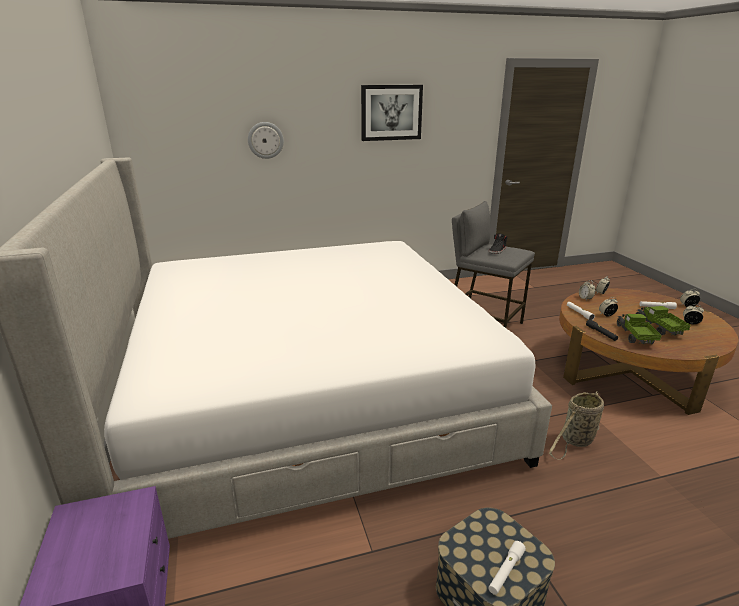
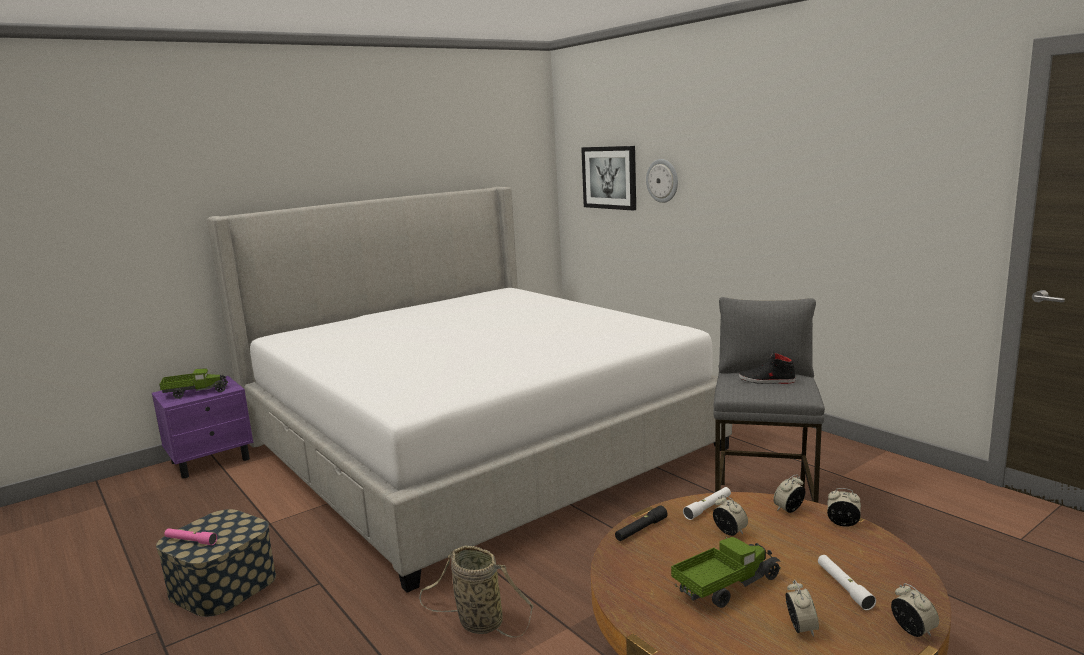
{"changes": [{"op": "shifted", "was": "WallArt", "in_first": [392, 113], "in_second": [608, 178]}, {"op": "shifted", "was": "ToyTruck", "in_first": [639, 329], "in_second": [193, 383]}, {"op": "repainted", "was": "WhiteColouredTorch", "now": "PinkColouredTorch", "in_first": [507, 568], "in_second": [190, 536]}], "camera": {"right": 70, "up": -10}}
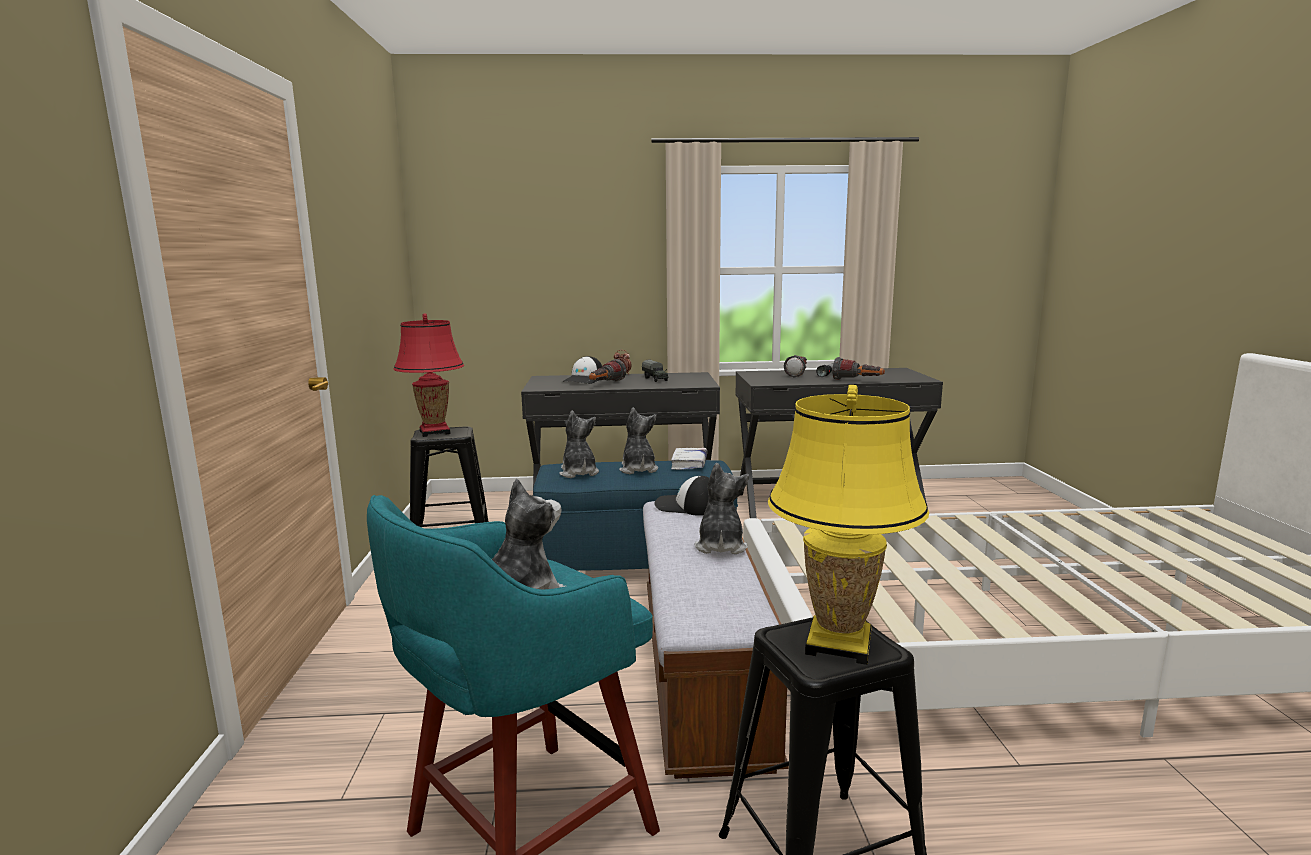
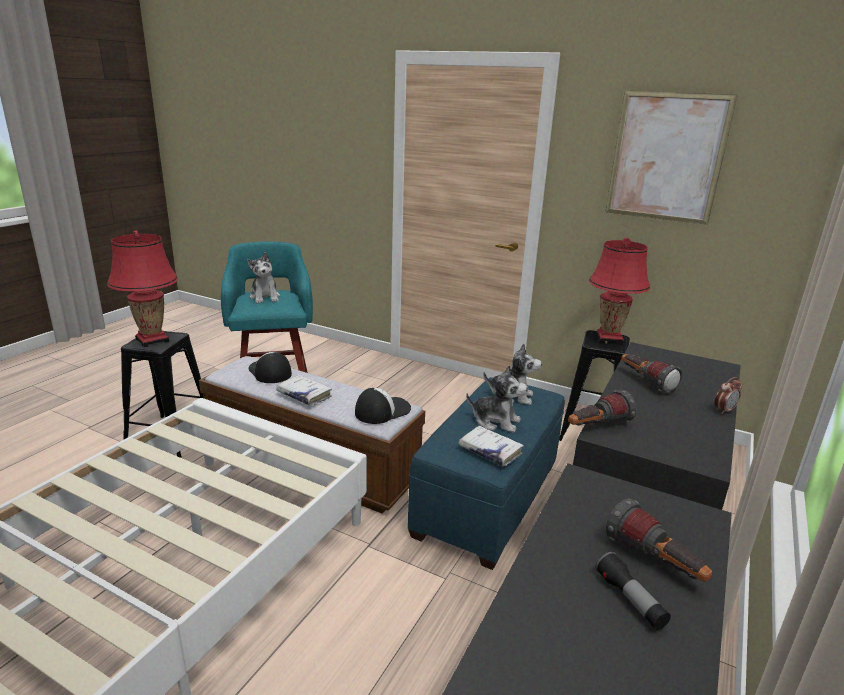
{"changes": [{"op": "gone", "was": "ToyTruck", "in_first": [655, 371]}, {"op": "new", "now": "WallArt", "in_second": [671, 158]}, {"op": "shifted", "was": "BaseballCap", "in_first": [582, 370], "in_second": [270, 367]}, {"op": "shifted", "was": "Torch", "in_first": [858, 368], "in_second": [602, 408]}, {"op": "swapped", "was": "SoftToy", "now": "WhiteColouredBook", "in_first": [721, 508], "in_second": [304, 390]}, {"op": "repainted", "was": "YellowColouredLampForATable", "now": "ReddishLampForATable", "in_first": [848, 525], "in_second": [142, 289]}], "camera": {"right": 120, "up": 10}}
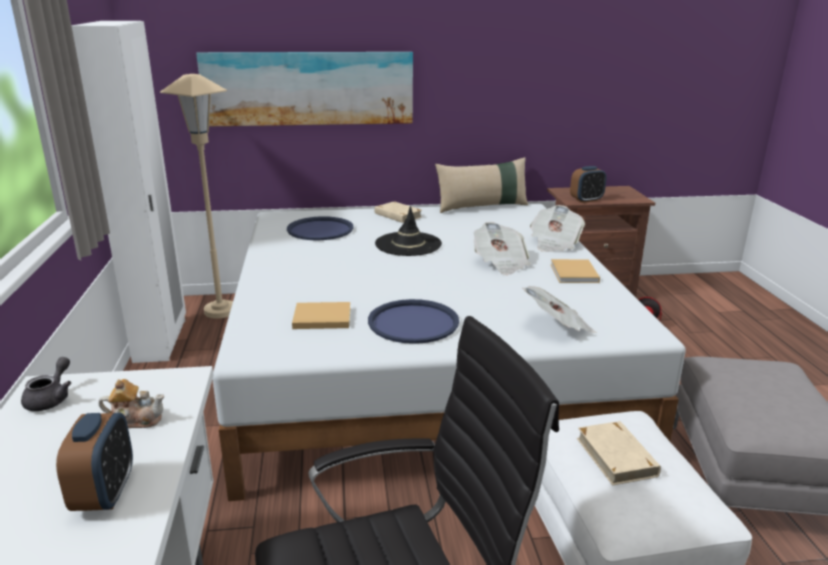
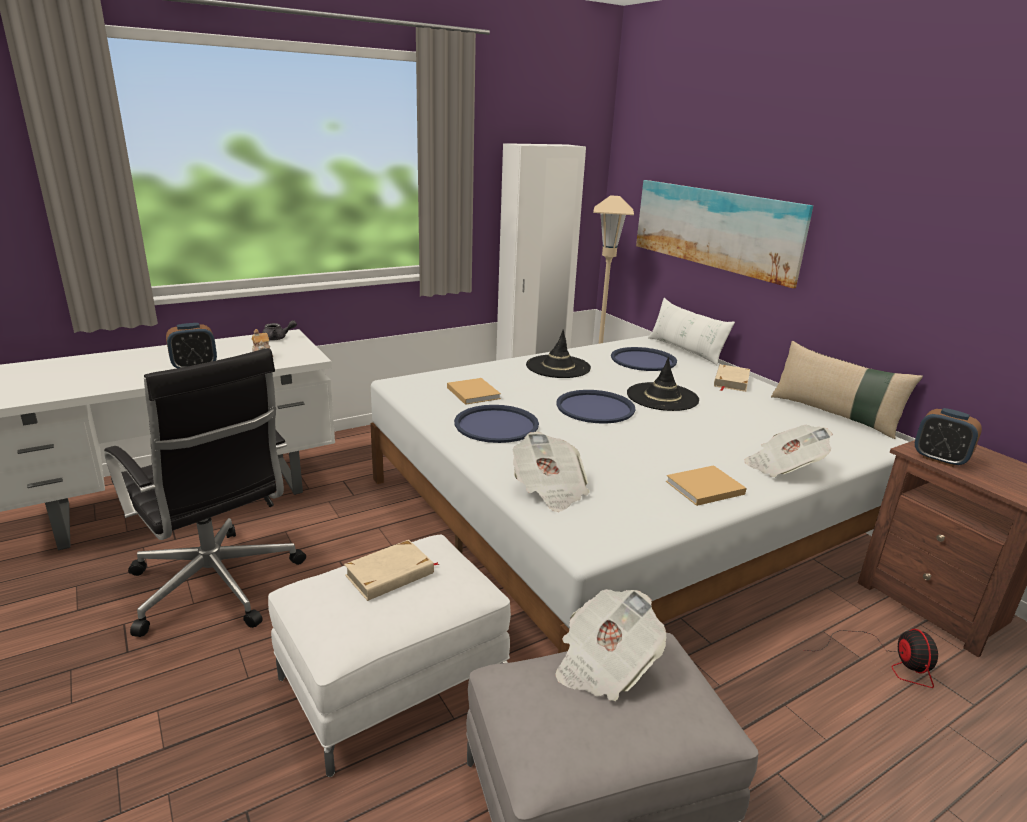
{"changes": [{"op": "new", "now": "BlackishWearableHat", "in_second": [558, 354]}, {"op": "new", "now": "BluishTray", "in_second": [596, 407]}, {"op": "new", "now": "WhiteColouredPillow", "in_second": [691, 331]}, {"op": "shifted", "was": "Newspaper", "in_first": [501, 248], "in_second": [610, 645]}], "camera": {"right": 65, "up": 0}}
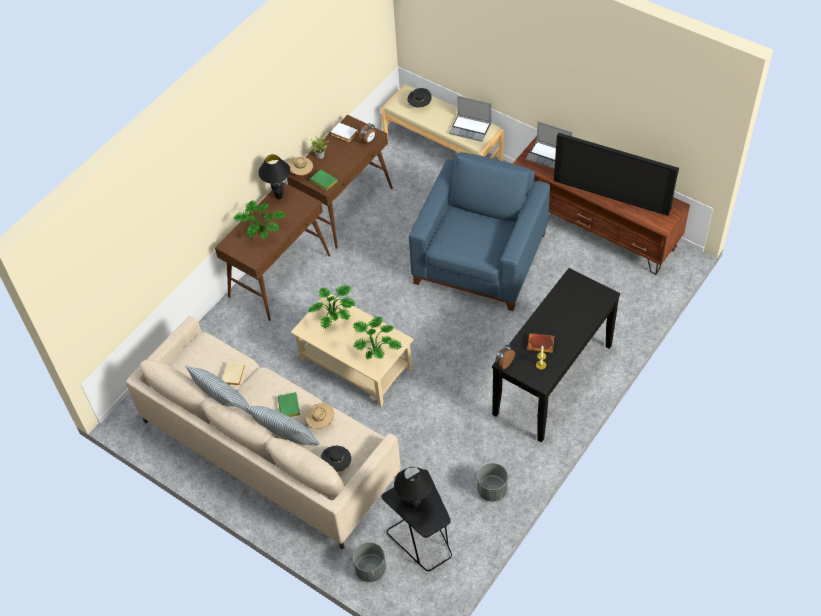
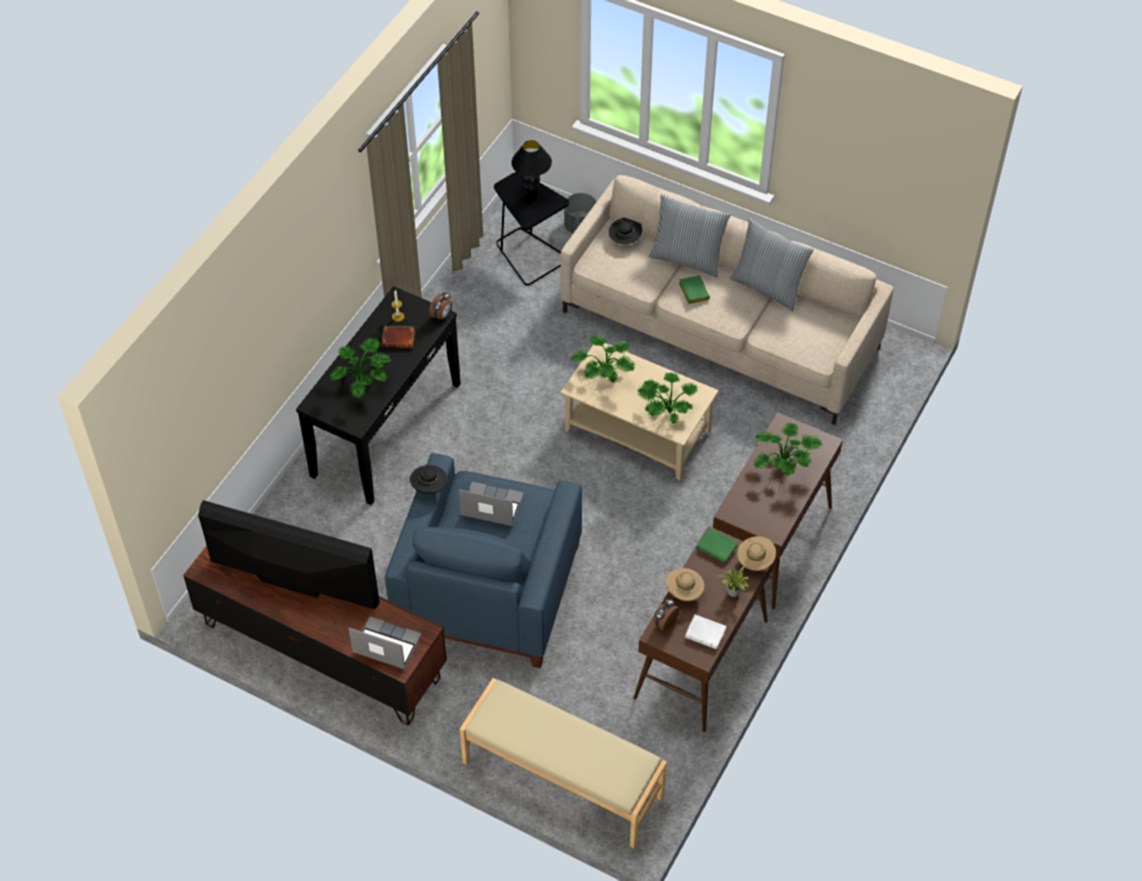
{"changes": [{"op": "gone", "was": "BeigeColouredBook", "in_first": [233, 374]}, {"op": "gone", "was": "BlackishLampForATable", "in_first": [274, 176]}, {"op": "gone", "was": "GrayFlowerPot", "in_first": [492, 482]}, {"op": "new", "now": "Houseplant", "in_second": [360, 368]}, {"op": "shifted", "was": "BeigeColouredWearableHat", "in_first": [319, 416], "in_second": [685, 584]}, {"op": "shifted", "was": "BlackishWearableHat", "in_first": [420, 98], "in_second": [429, 479]}, {"op": "shifted", "was": "Laptop", "in_first": [470, 119], "in_second": [491, 504]}], "camera": {"right": 170, "up": 0}}
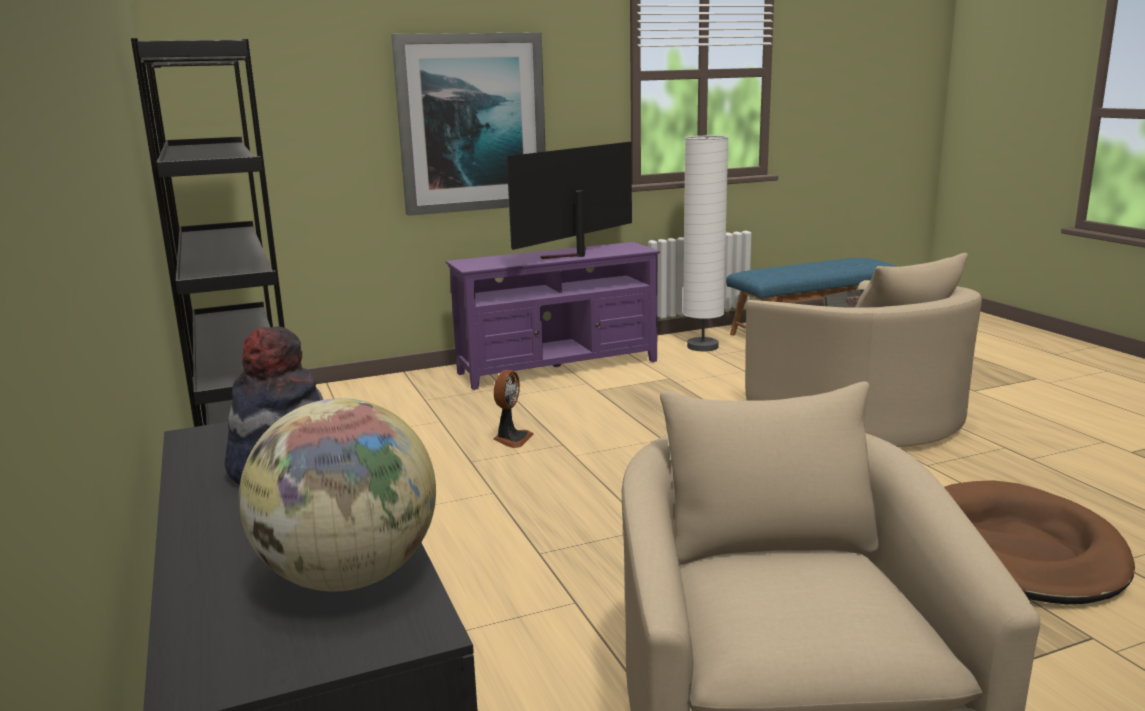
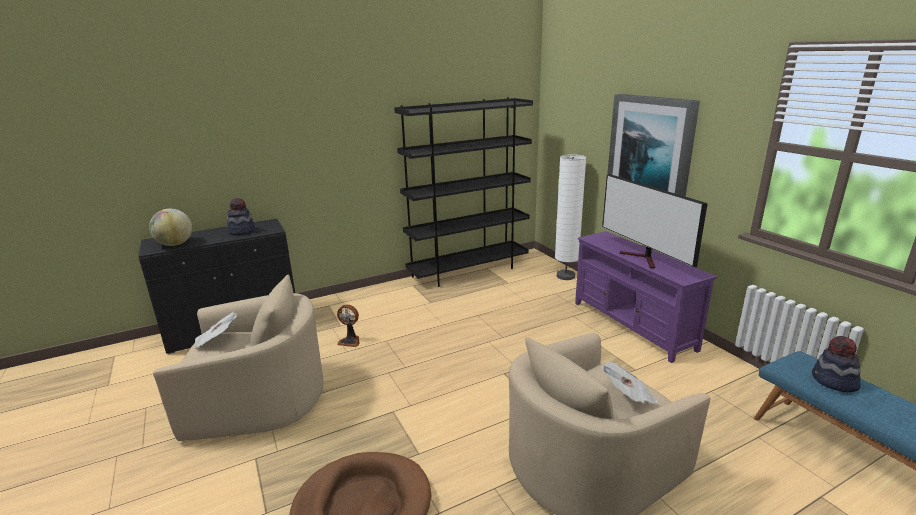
{"changes": [{"op": "new", "now": "Newspaper", "in_second": [216, 330]}, {"op": "new", "now": "WearableHat", "in_second": [836, 364]}, {"op": "shifted", "was": "Fan", "in_first": [513, 409], "in_second": [348, 325]}, {"op": "shifted", "was": "WhiteColouredStandardLamp", "in_first": [706, 243], "in_second": [570, 217]}, {"op": "rotated", "was": "TvSet", "in_first": [569, 200], "in_second": [655, 221], "clockwise": -150}], "camera": {"right": 85, "up": 5}}
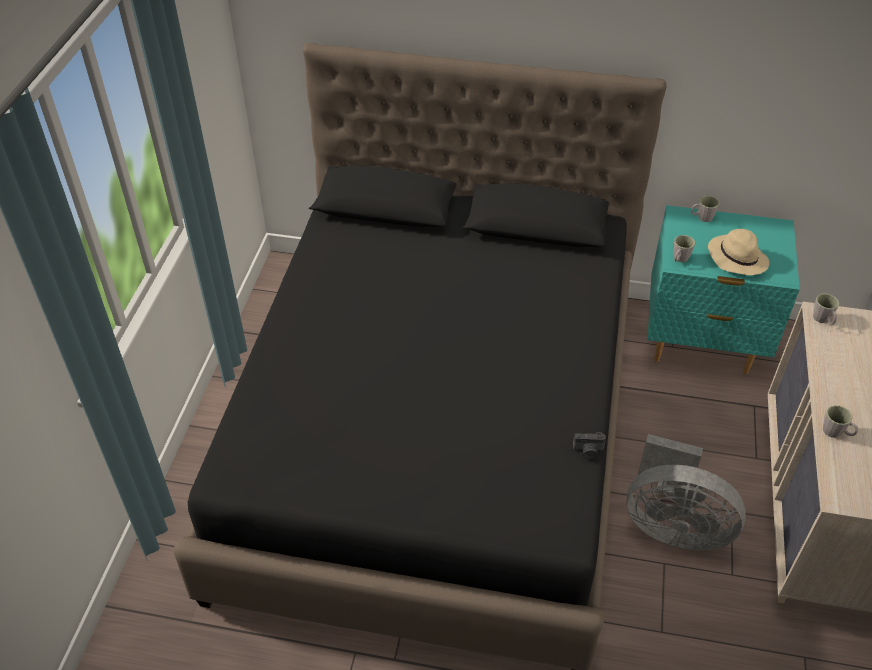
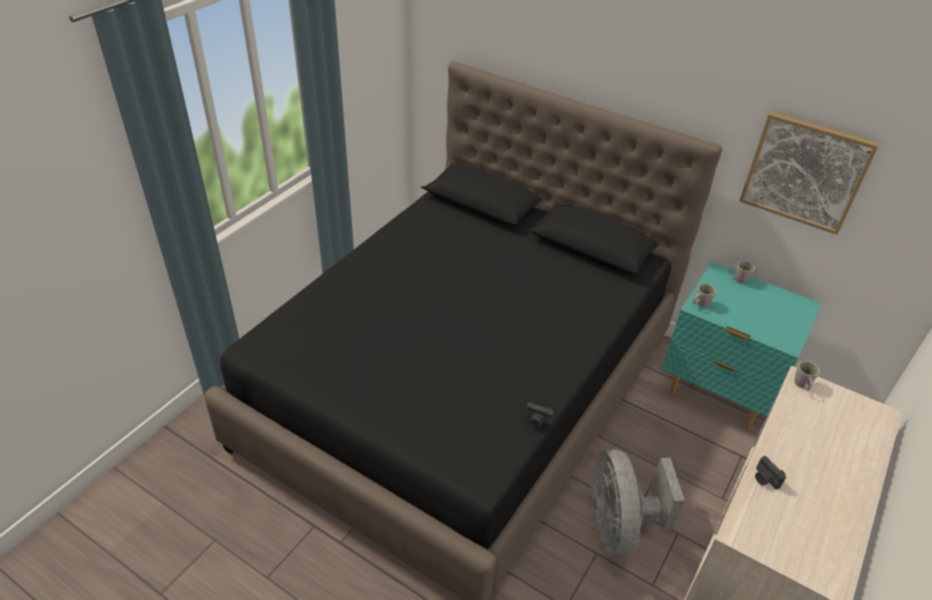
{"changes": [{"op": "gone", "was": "BeigeColouredWearableHat", "in_first": [738, 252]}, {"op": "new", "now": "WallArt", "in_second": [809, 173]}, {"op": "swapped", "was": "GrayTeaMug", "now": "StillCamera", "in_first": [840, 421], "in_second": [770, 473]}, {"op": "rotated", "was": "GrayFan", "in_first": [686, 492], "in_second": [638, 503], "clockwise": 45}], "camera": {"right": 20, "up": -5}}
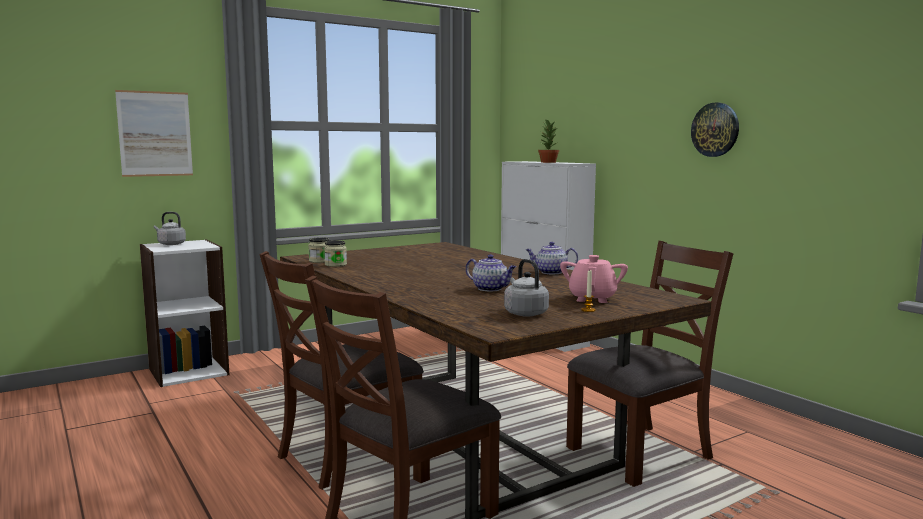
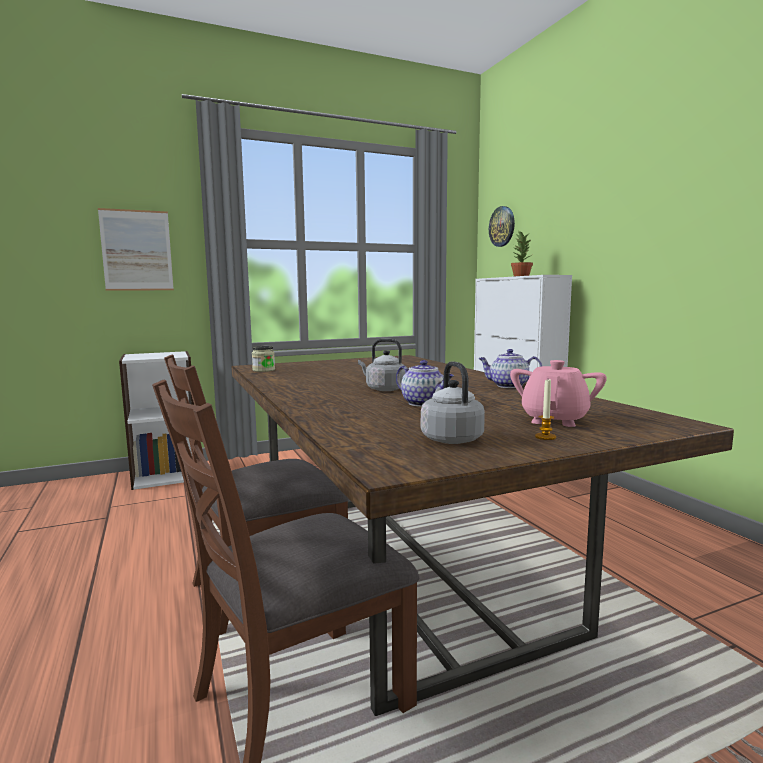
{"changes": [{"op": "gone", "was": "PreserveJar", "in_first": [335, 253]}, {"op": "gone", "was": "BrownPlainChair", "in_first": [649, 364]}, {"op": "shifted", "was": "GrayWaterKettle", "in_first": [170, 228], "in_second": [382, 365]}, {"op": "shifted", "was": "ClockOnTheWall", "in_first": [715, 129], "in_second": [502, 226]}], "camera": {"right": 10, "up": 0}}
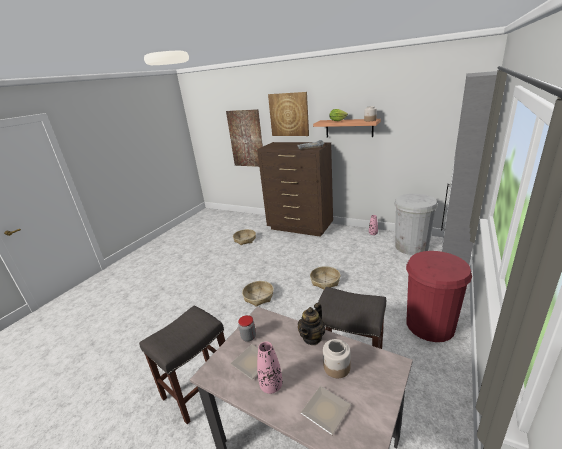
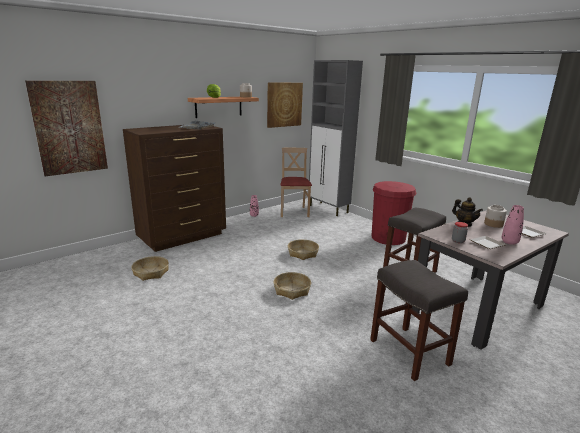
{"changes": [{"op": "shifted", "was": "WallArt", "in_first": [288, 114], "in_second": [285, 105]}, {"op": "swapped", "was": "WhiteColouredRubbishBin", "now": "BeigeColouredPlainChair", "in_first": [416, 224], "in_second": [296, 182]}], "camera": {"right": -70, "up": -5}}
